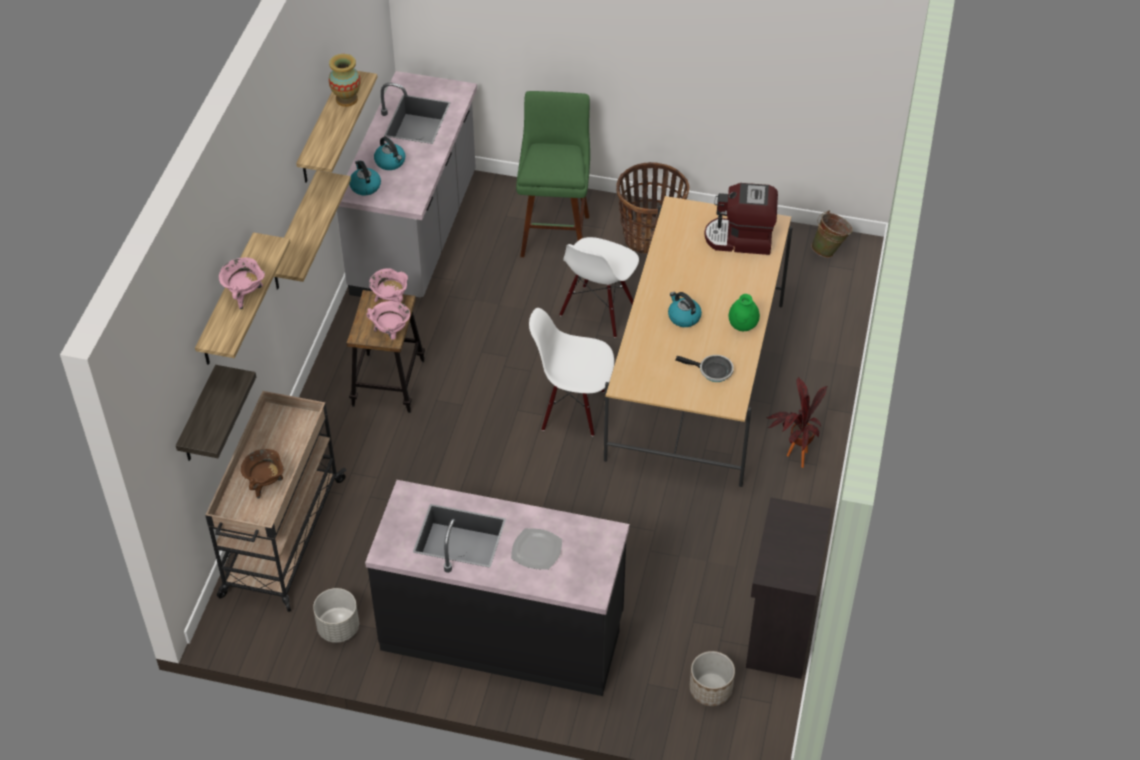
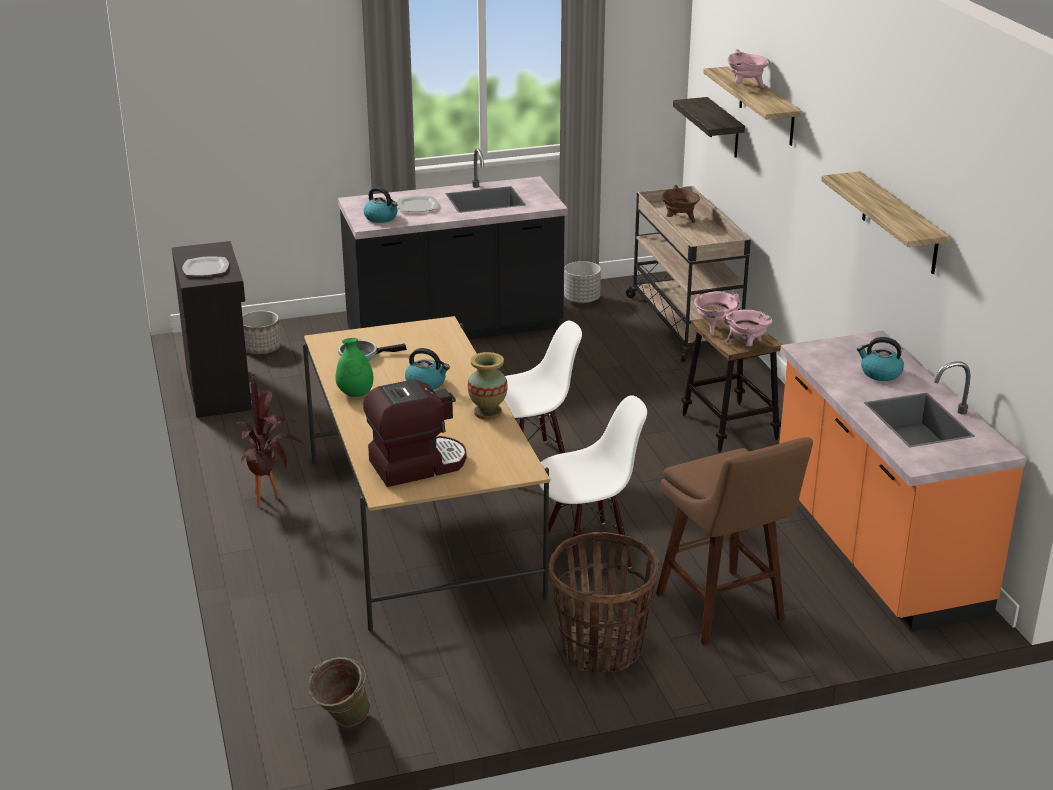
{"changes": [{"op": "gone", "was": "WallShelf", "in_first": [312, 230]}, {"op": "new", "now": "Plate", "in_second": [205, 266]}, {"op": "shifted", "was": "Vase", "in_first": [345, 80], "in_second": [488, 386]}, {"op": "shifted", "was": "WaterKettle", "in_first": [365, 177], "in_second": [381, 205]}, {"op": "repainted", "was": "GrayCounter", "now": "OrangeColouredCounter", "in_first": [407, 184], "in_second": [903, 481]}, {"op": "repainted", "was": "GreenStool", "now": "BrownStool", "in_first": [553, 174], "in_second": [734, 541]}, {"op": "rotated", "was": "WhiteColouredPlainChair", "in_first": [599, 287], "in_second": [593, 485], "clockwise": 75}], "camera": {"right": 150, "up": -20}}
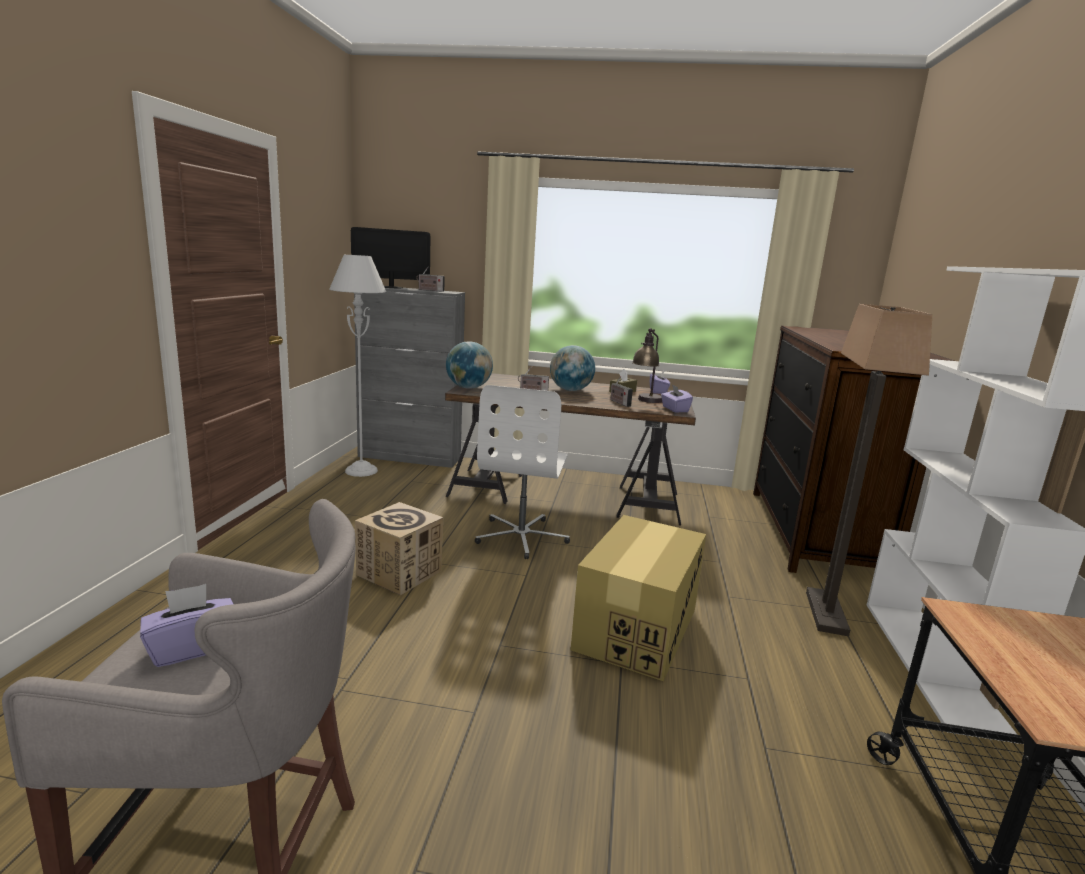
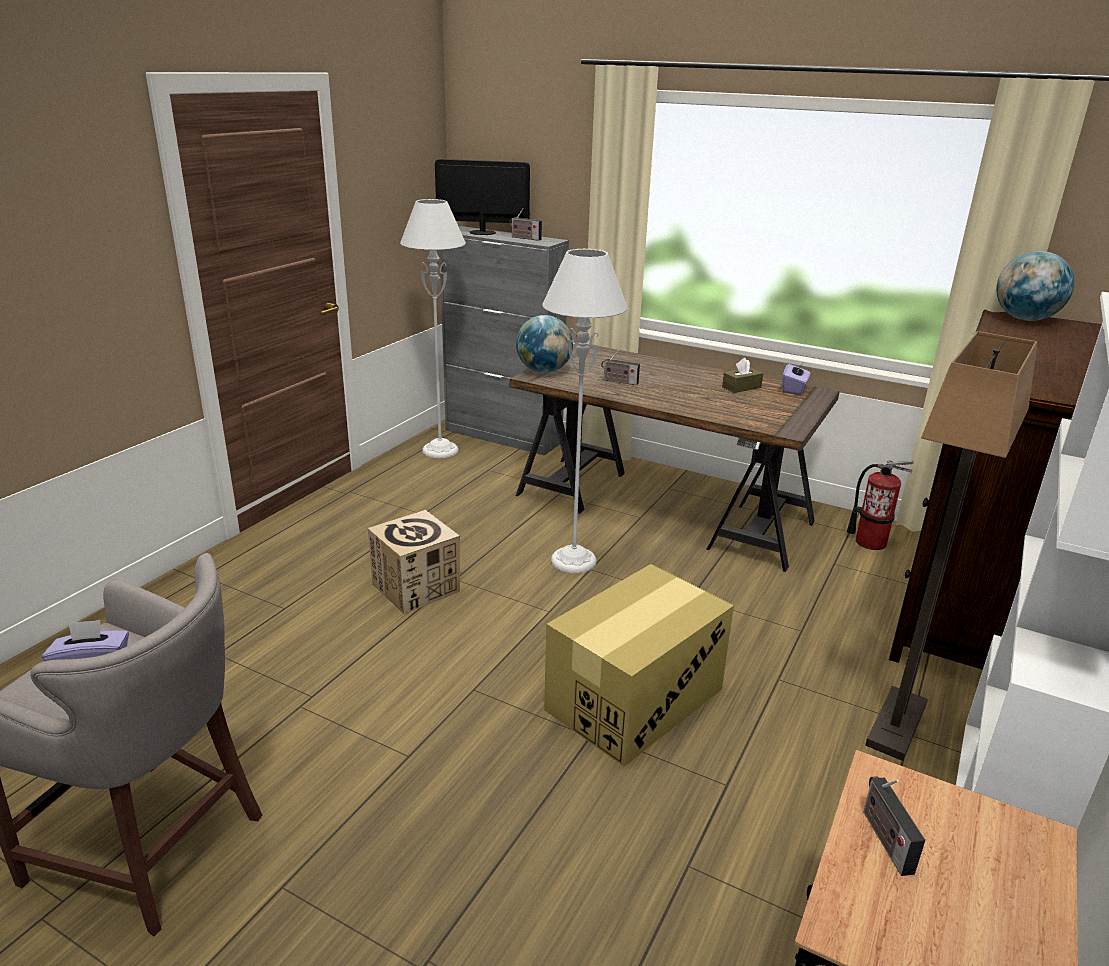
{"changes": [{"op": "gone", "was": "LampForATable", "in_first": [647, 365]}, {"op": "gone", "was": "PurplishTissueBox", "in_first": [677, 398]}, {"op": "new", "now": "FireFightingCylinder", "in_second": [880, 505]}, {"op": "shifted", "was": "WorldGlobe", "in_first": [572, 368], "in_second": [1035, 286]}, {"op": "shifted", "was": "RadioSet", "in_first": [621, 391], "in_second": [894, 826]}, {"op": "swapped", "was": "WhiteColouredOfficeChair", "now": "GrayStandardLamp", "in_first": [522, 472], "in_second": [585, 411]}], "camera": {"right": 20, "up": 10}}
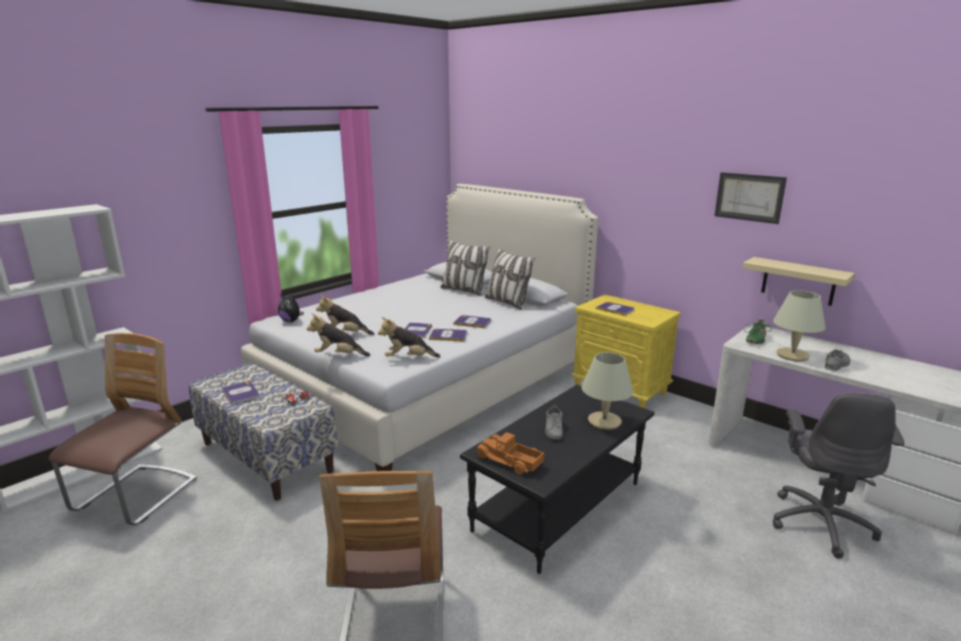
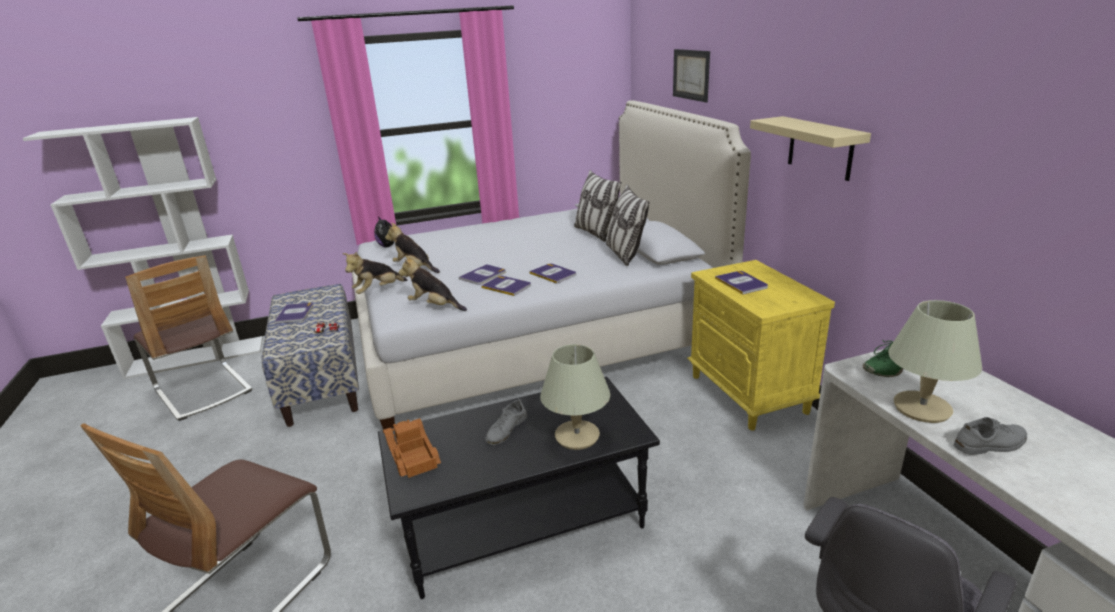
{"changes": [{"op": "shifted", "was": "WallArt", "in_first": [751, 198], "in_second": [691, 75]}, {"op": "shifted", "was": "BeigeColouredWallShelf", "in_first": [798, 281], "in_second": [810, 148]}, {"op": "rotated", "was": "PlainChair", "in_first": [123, 429], "in_second": [188, 338], "clockwise": 90}, {"op": "rotated", "was": "SoftToy", "in_first": [338, 334], "in_second": [375, 273], "clockwise": -75}], "camera": {"right": 30, "up": 5}}
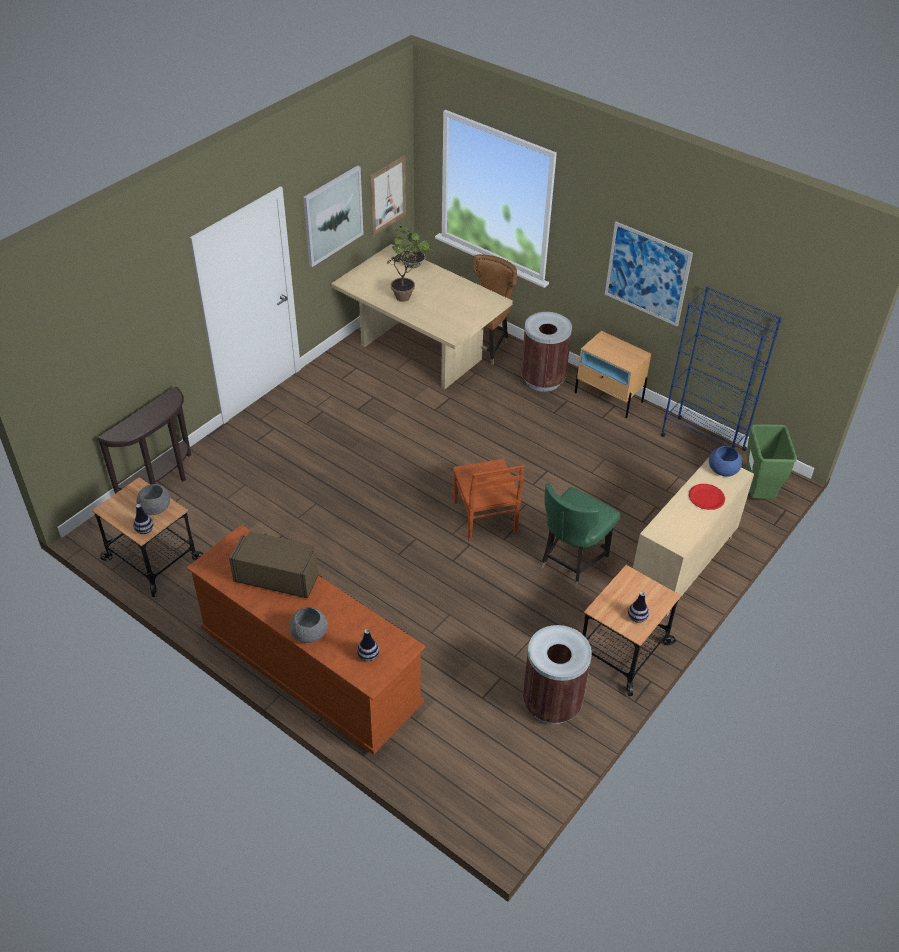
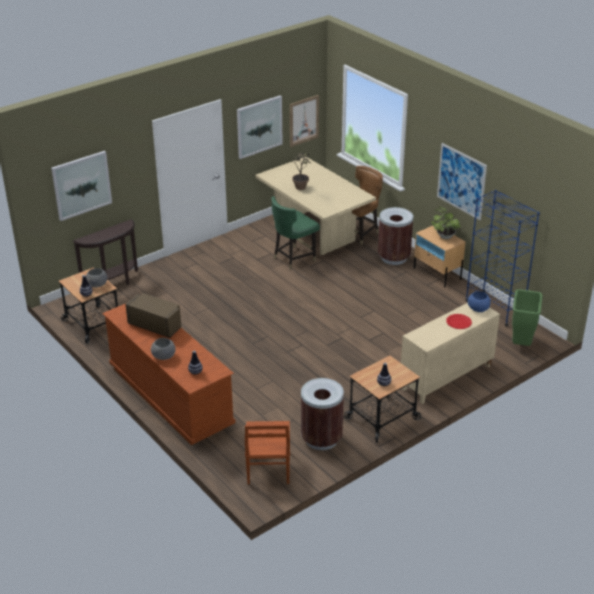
{"changes": [{"op": "new", "now": "WallArt", "in_second": [81, 186]}, {"op": "shifted", "was": "Houseplant", "in_first": [411, 247], "in_second": [446, 223]}, {"op": "shifted", "was": "BrownPlainChair", "in_first": [488, 500], "in_second": [267, 453]}, {"op": "shifted", "was": "GreenPlainChair", "in_first": [580, 535], "in_second": [295, 233]}], "camera": {"right": 15, "up": -10}}
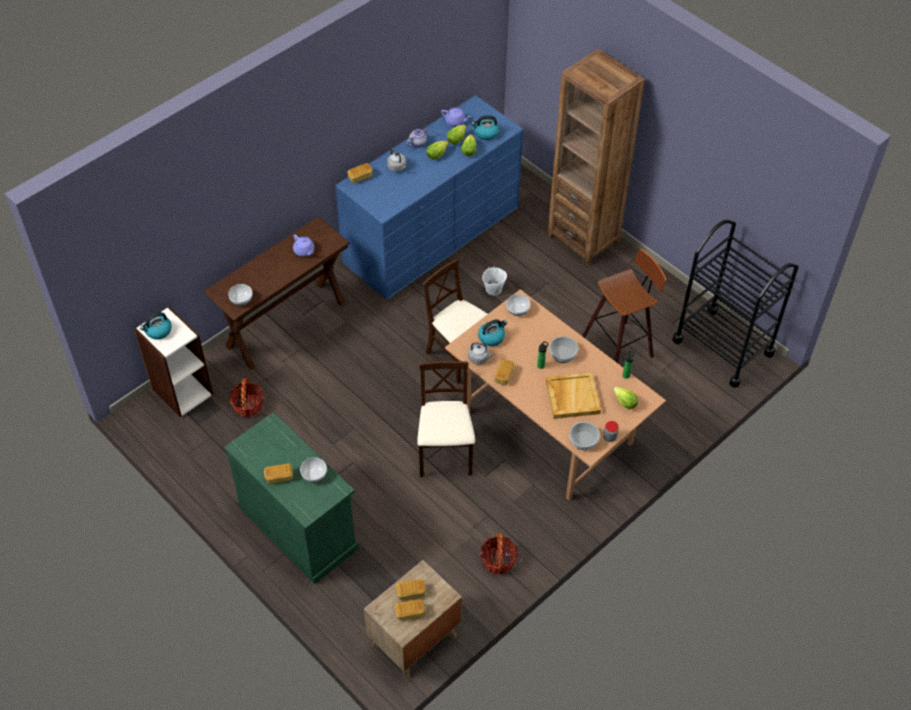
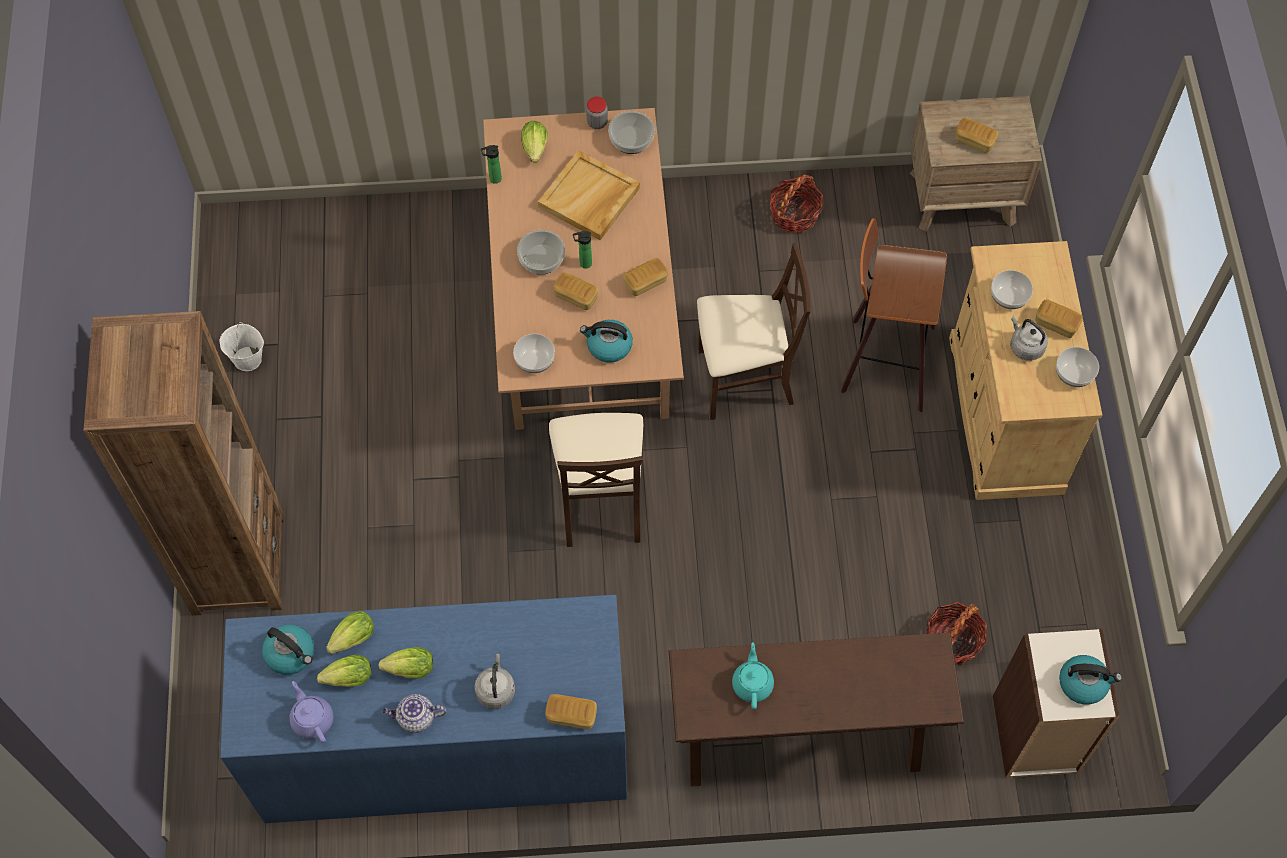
{"changes": [{"op": "gone", "was": "BlackishTrolley", "in_first": [735, 304]}, {"op": "shifted", "was": "DeepDish", "in_first": [240, 295], "in_second": [1077, 367]}, {"op": "shifted", "was": "BakeryBread", "in_first": [410, 609], "in_second": [575, 291]}, {"op": "shifted", "was": "GrayWaterKettle", "in_first": [481, 353], "in_second": [1029, 338]}, {"op": "shifted", "was": "WhiteColouredBucket", "in_first": [494, 280], "in_second": [242, 346]}, {"op": "shifted", "was": "Stool", "in_first": [624, 306], "in_second": [894, 315]}, {"op": "repainted", "was": "GreenCupboard", "now": "BeigeColouredCupboard", "in_first": [291, 498], "in_second": [1026, 370]}, {"op": "repainted", "was": "PurplishTeaPot", "now": "TurquoiseTeaPot", "in_first": [303, 245], "in_second": [753, 676]}, {"op": "rotated", "was": "BeigeColouredPlainChair", "in_first": [446, 419], "in_second": [754, 331], "clockwise": -135}], "camera": {"right": -140, "up": 10}}
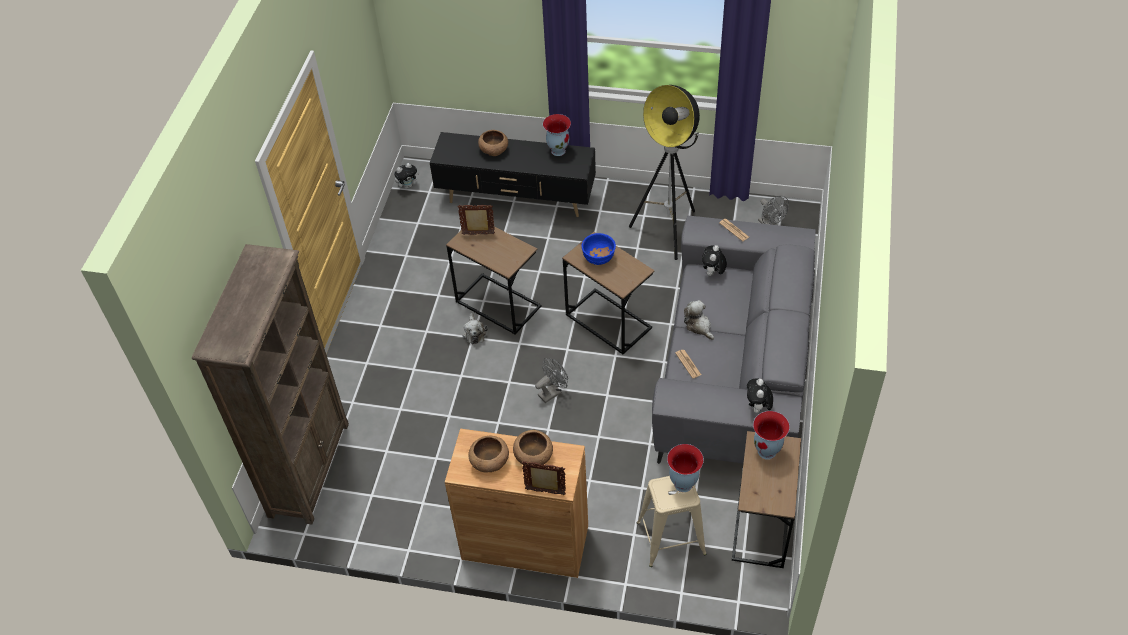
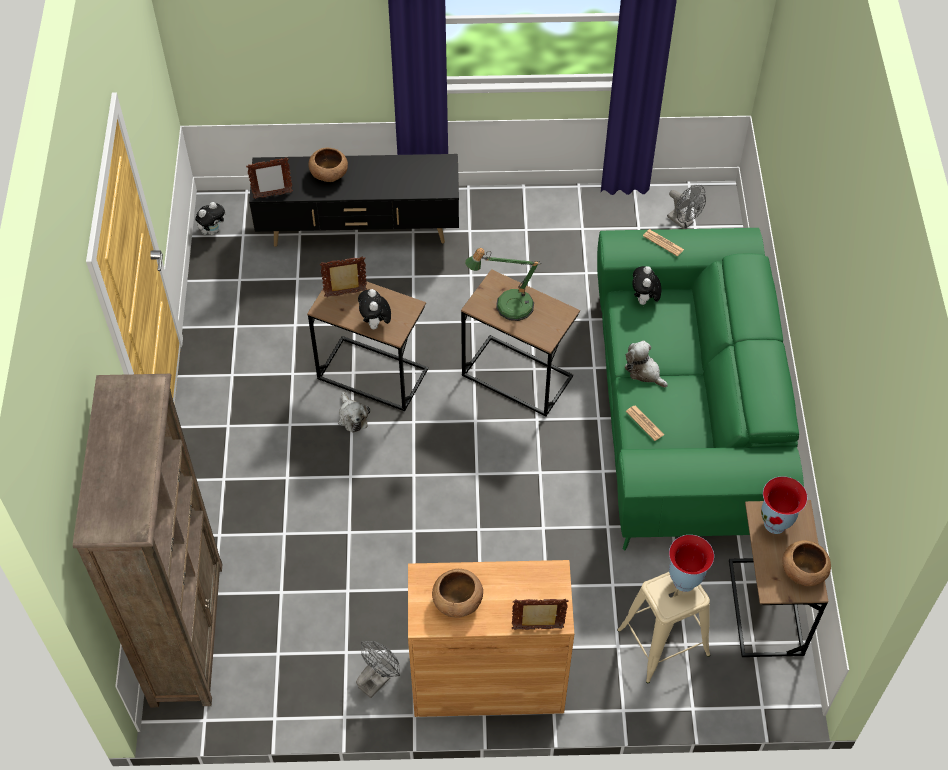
{"changes": [{"op": "gone", "was": "Vase", "in_first": [557, 135]}, {"op": "gone", "was": "StandardLamp", "in_first": [664, 172]}, {"op": "new", "now": "PhotoFrame", "in_second": [269, 178]}, {"op": "shifted", "was": "BrownDeepDish", "in_first": [533, 447], "in_second": [806, 563]}, {"op": "shifted", "was": "GrayFan", "in_first": [551, 380], "in_second": [378, 669]}, {"op": "shifted", "was": "SoftToy", "in_first": [760, 395], "in_second": [374, 309]}, {"op": "swapped", "was": "BluishDeepDish", "now": "LampForATable", "in_first": [598, 249], "in_second": [503, 284]}, {"op": "repainted", "was": "GrayCouch", "now": "GreenCouch", "in_first": [734, 340], "in_second": [700, 389]}], "camera": {"right": -15, "up": 5}}
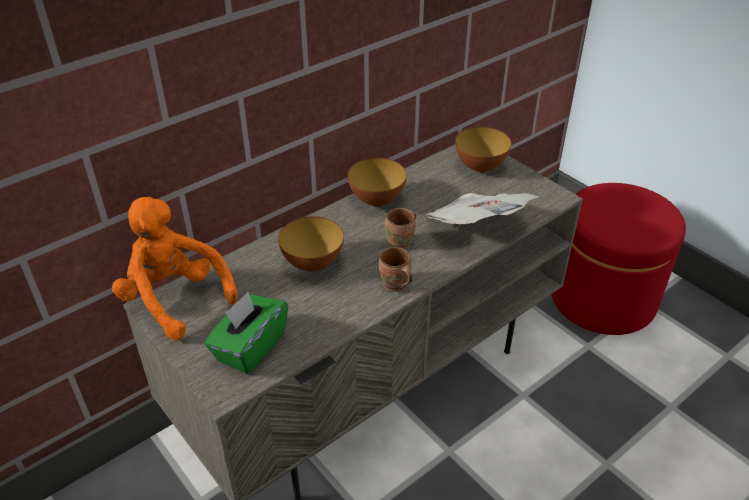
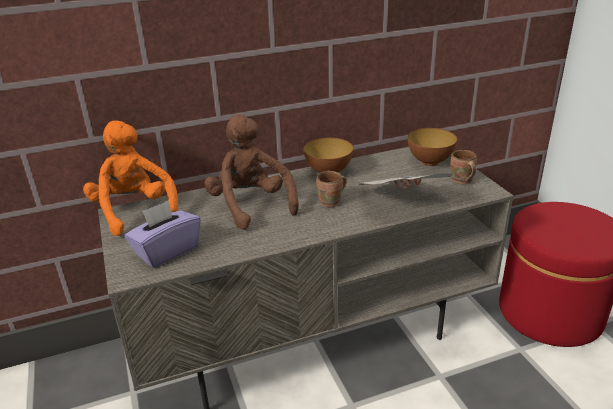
{"changes": [{"op": "shifted", "was": "BrownTeaMug", "in_first": [396, 269], "in_second": [463, 167]}, {"op": "swapped", "was": "DeepDish", "now": "BrownSoftToy", "in_first": [311, 243], "in_second": [251, 172]}, {"op": "repainted", "was": "GreenTissueBox", "now": "PurplishTissueBox", "in_first": [246, 333], "in_second": [162, 234]}], "camera": {"right": 20, "up": -10}}
